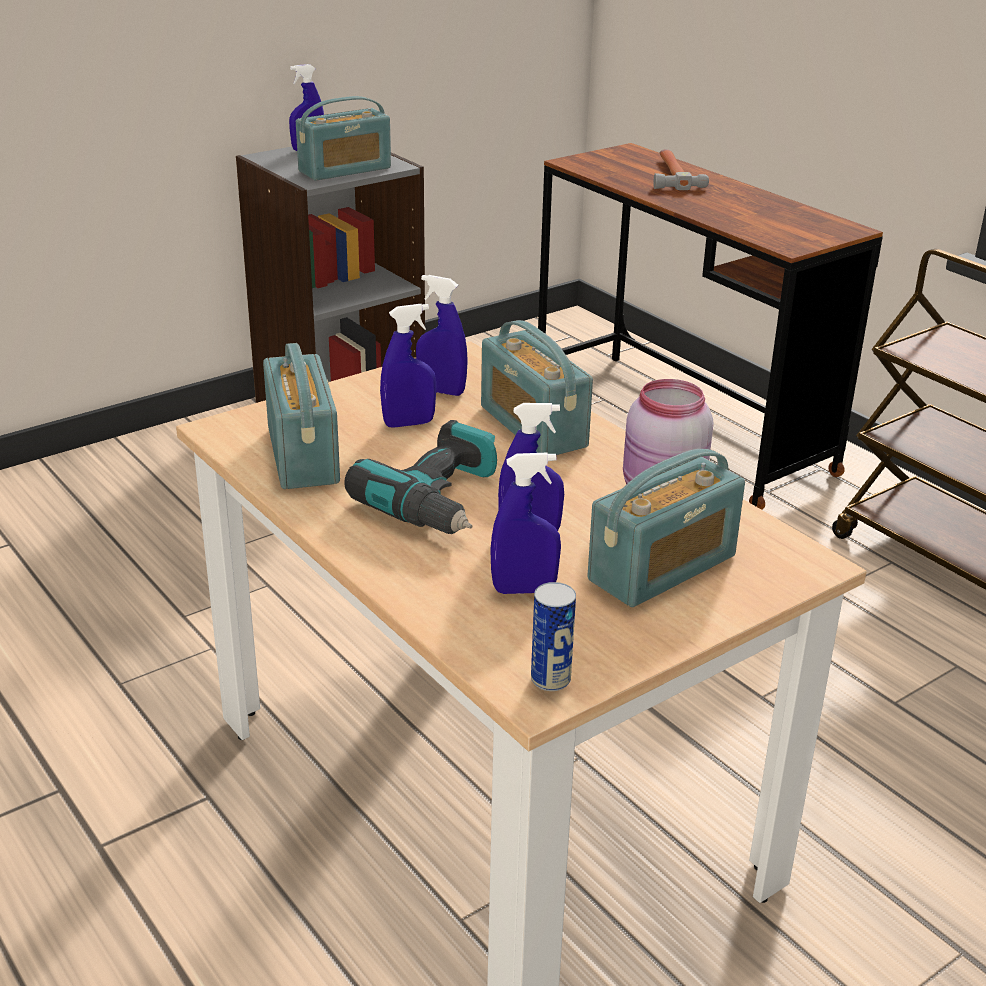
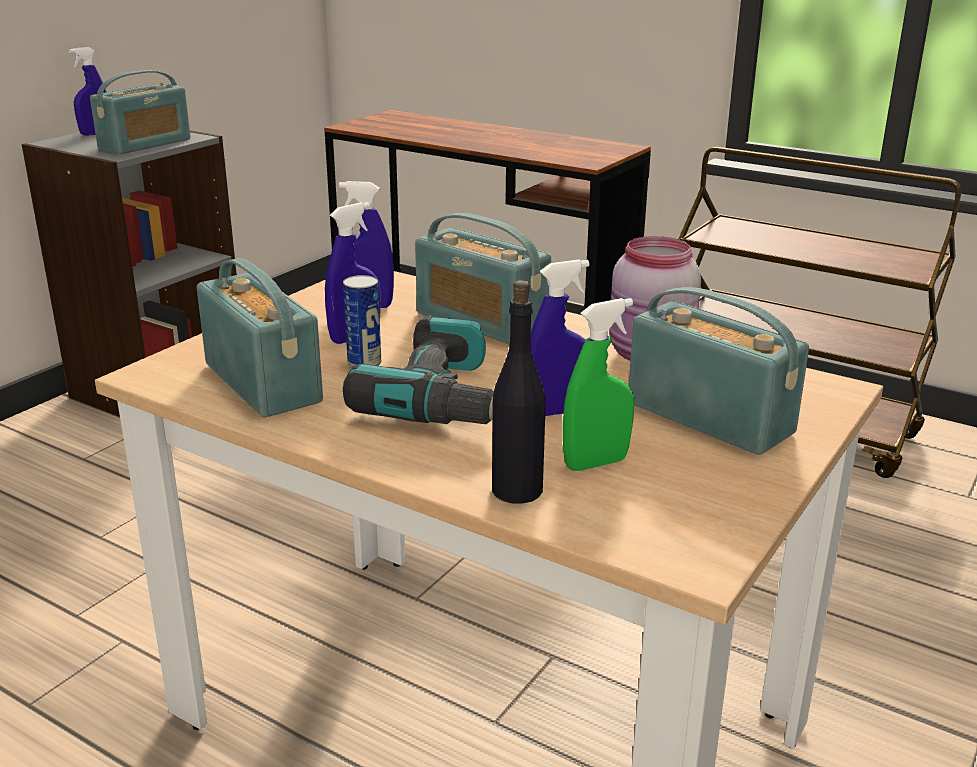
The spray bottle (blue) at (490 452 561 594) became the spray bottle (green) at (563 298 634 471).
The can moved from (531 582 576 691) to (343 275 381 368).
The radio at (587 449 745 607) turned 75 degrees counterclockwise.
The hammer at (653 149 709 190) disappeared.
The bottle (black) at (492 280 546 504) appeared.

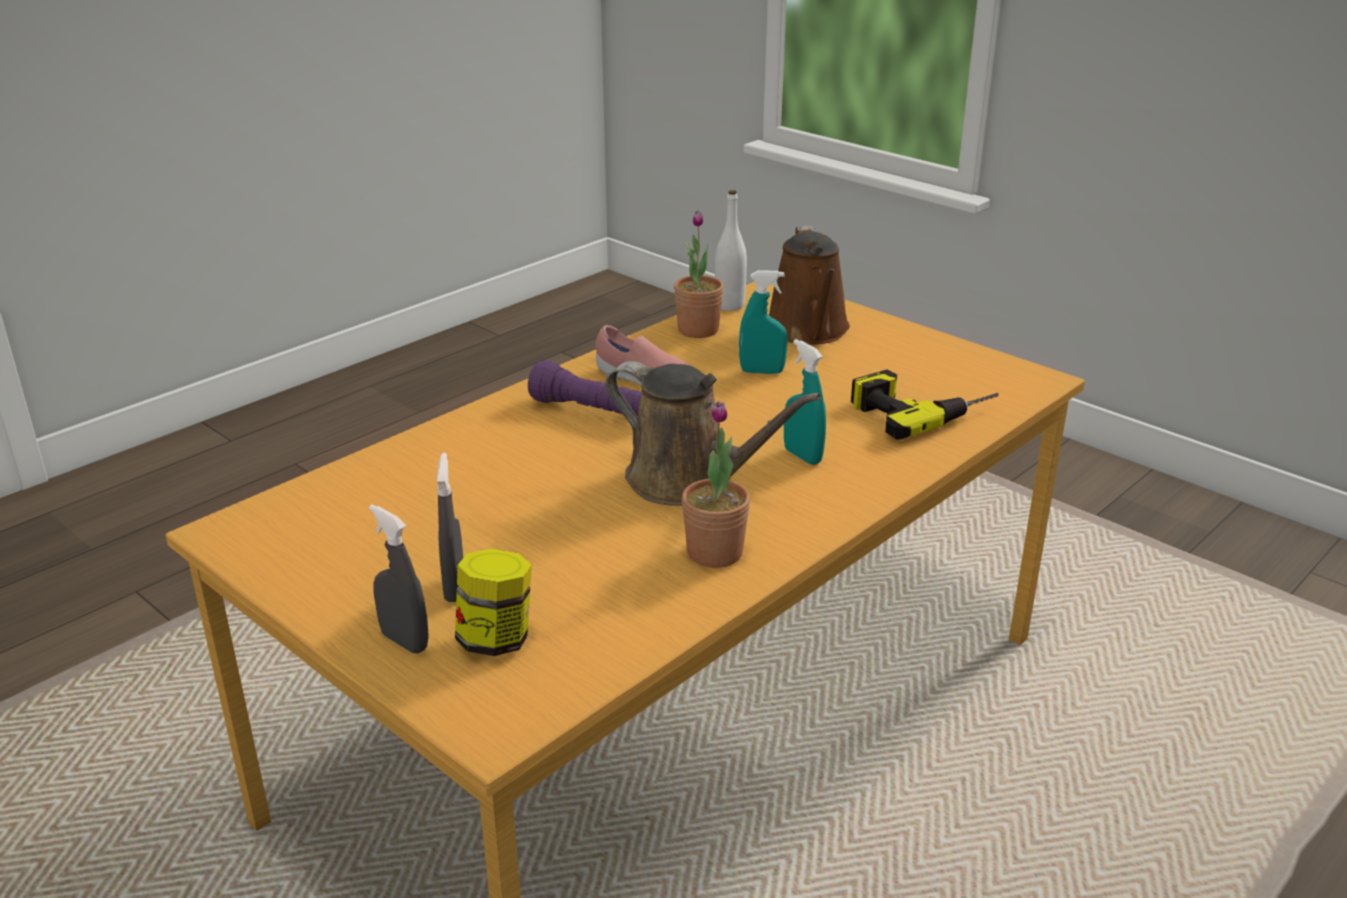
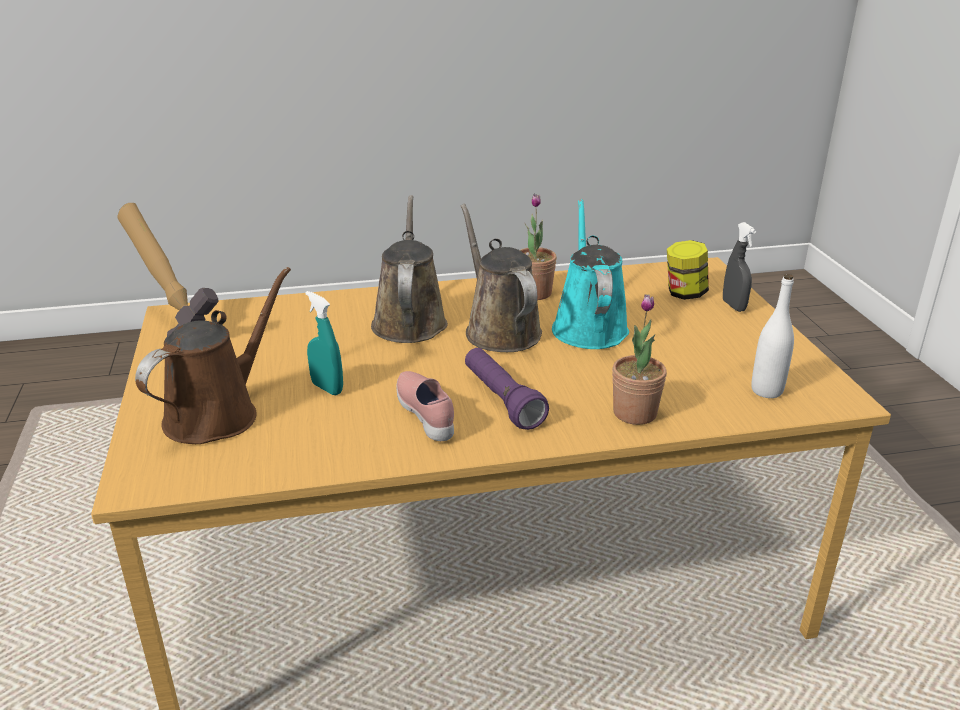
The spray bottle (grey) at (437 453 463 602) disappeared.
The potted plant moved from (674 210 724 338) to (612 294 667 425).
The bottle (white) moved from (715 190 747 311) to (751 274 794 398).
The spray bottle (turquoise) at (784 339 826 465) was replaced by the watering can (brown) at (371 195 448 343).
The power drill at (851 369 999 440) disappeared.
The hammer at (117 203 219 336) appeared.
The watering can (turquoise) at (552 199 629 349) appeared.

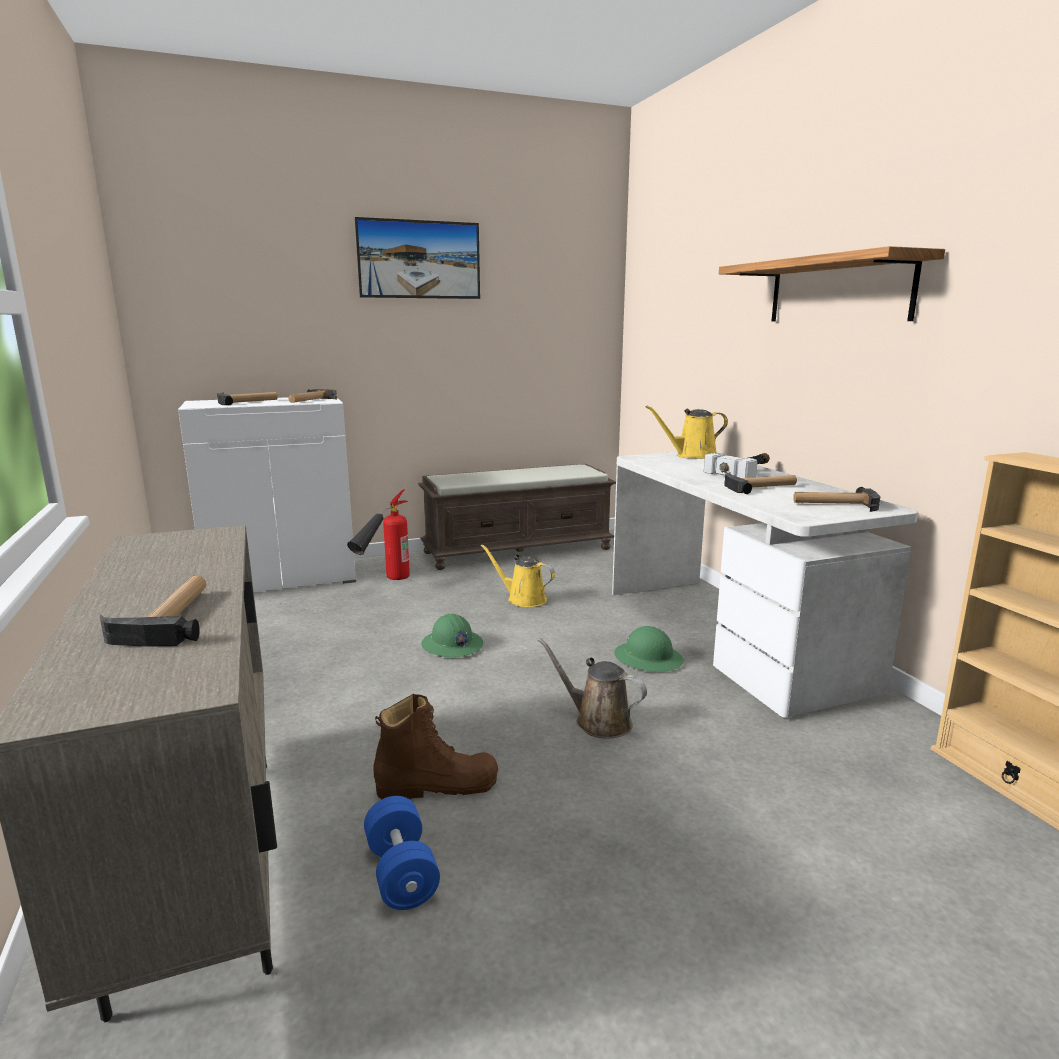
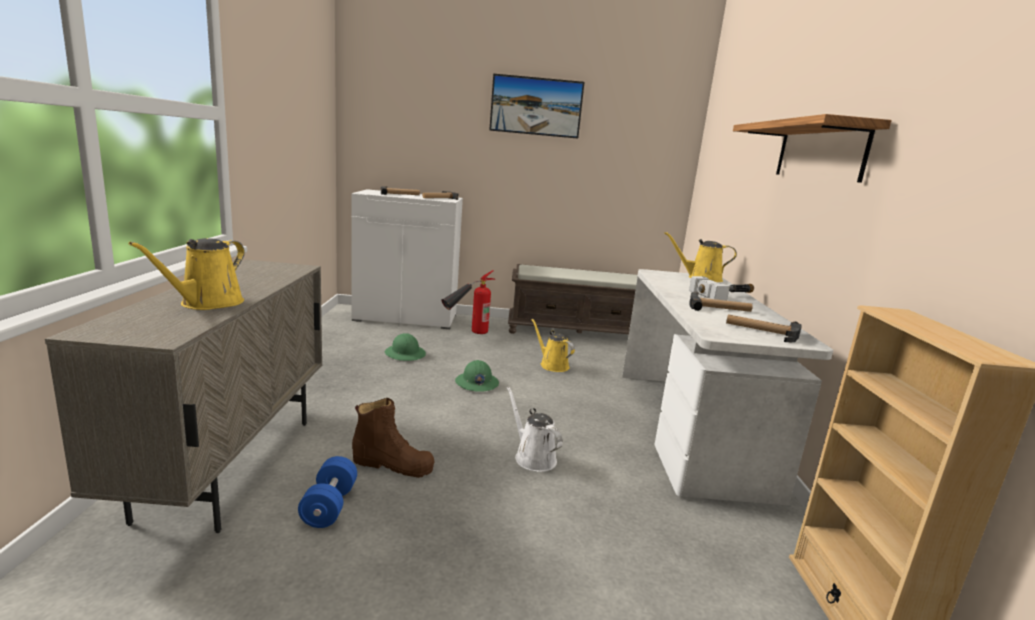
The hammer at (100 575 206 647) was replaced by the watering can (yellow) at (129 238 245 310).
The watering can (brown) at (538 638 647 738) became the watering can (white) at (507 386 563 472).
The hard hat (green) moved from (615 626 684 672) to (385 333 426 361).

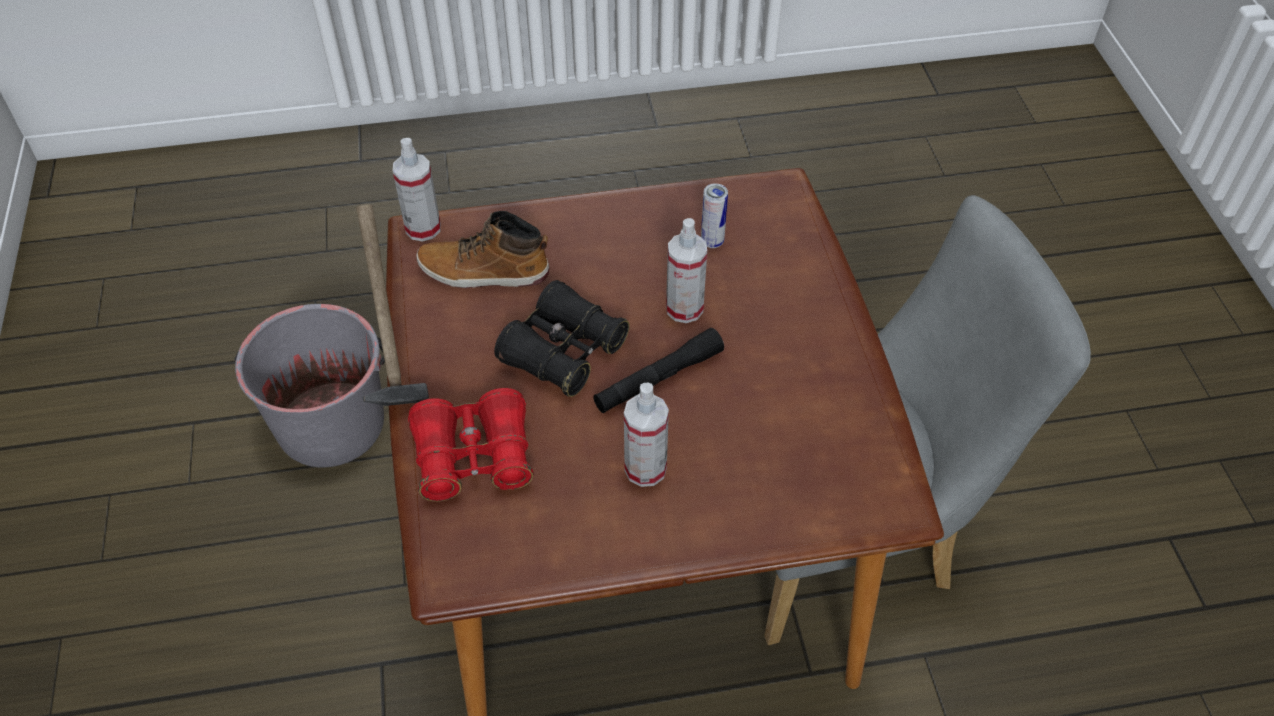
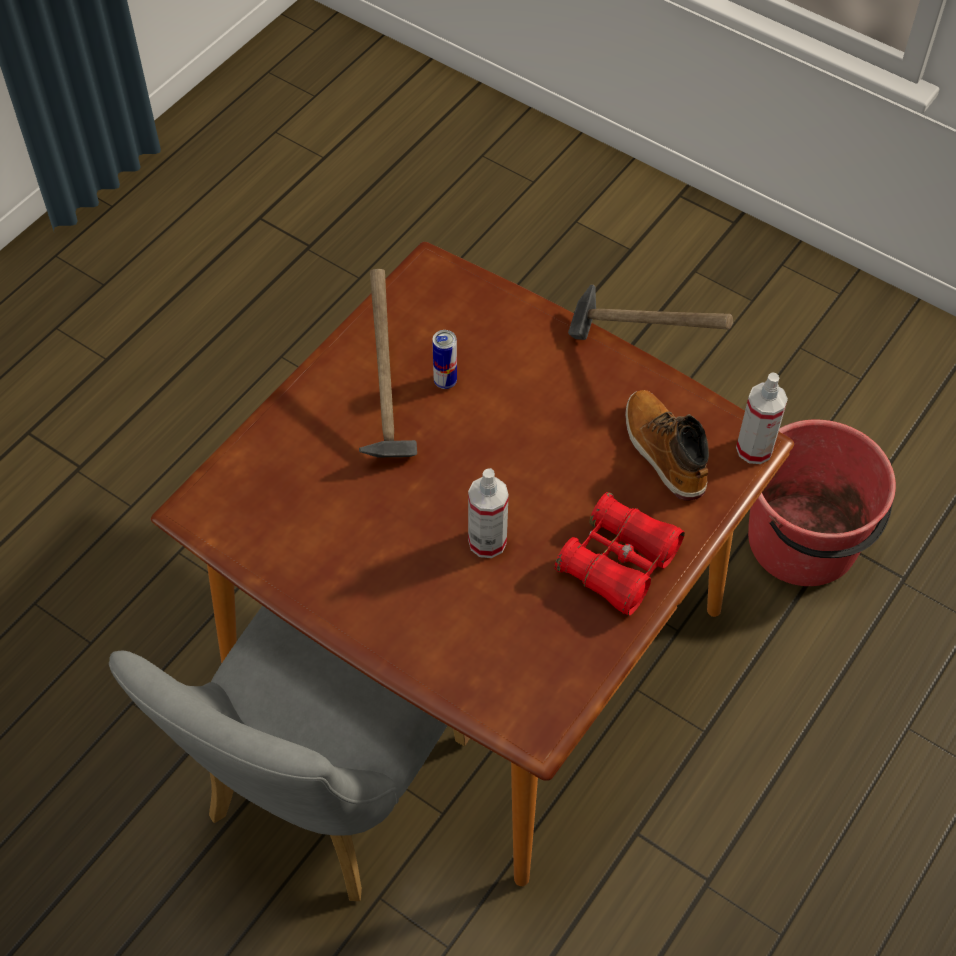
The bucket (grey) at (234 304 385 467) became the bucket (red) at (748 420 896 586).
The binoculars (red) moved from (408 388 534 502) to (555 492 685 616).
The boot at (416 211 549 288) turned 75 degrees counterclockwise.
The binoculars (black) at (494 280 630 397) disappeared.
The flashlight (black) at (593 328 724 413) disappeared.
The spray bottle at (624 383 669 487) was replaced by the hammer at (359 269 417 457).
The can moved from (701 183 728 248) to (432 330 457 389).

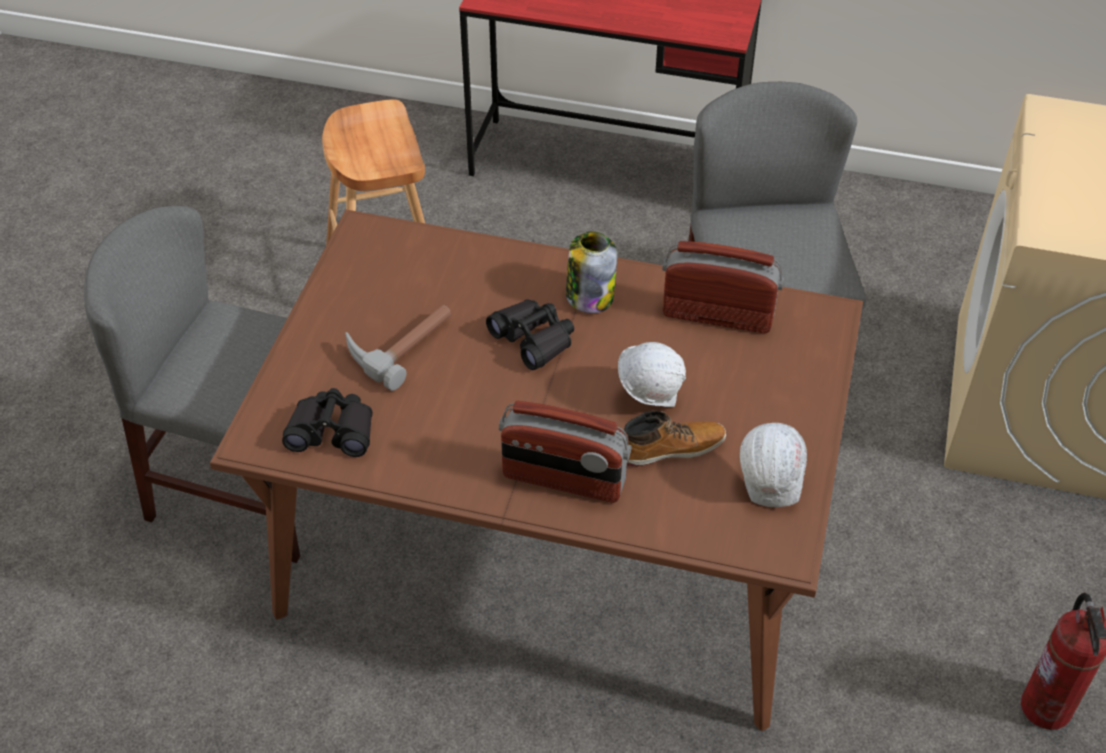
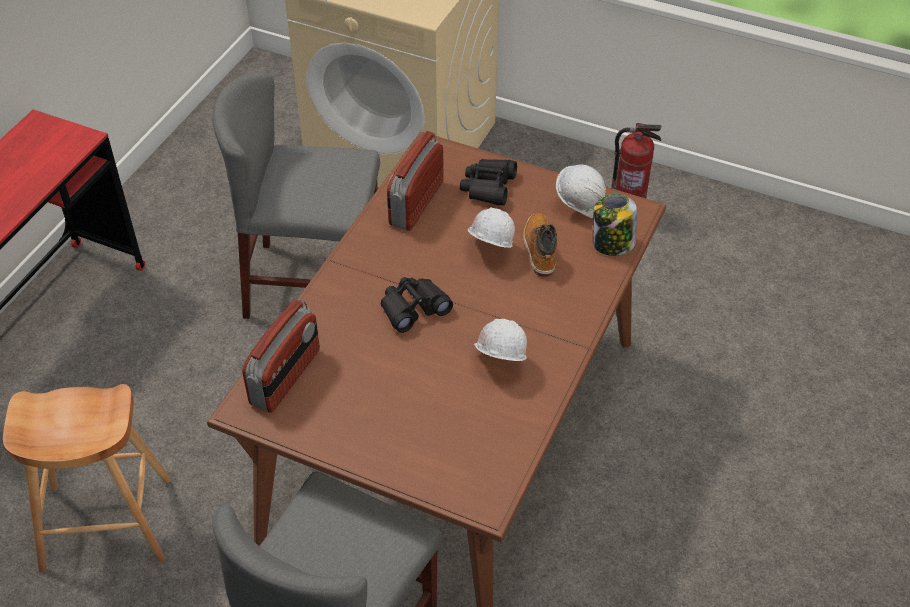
The binoculars (black) moved from (282 388 373 457) to (460 159 517 205).
The hammer at (345 305 451 391) disappeared.
The radio moved from (499 401 632 503) to (242 299 320 413).
The jar moved from (566 231 617 313) to (593 194 637 256).
The hard hat (white) at (473 319 527 361) appeared.

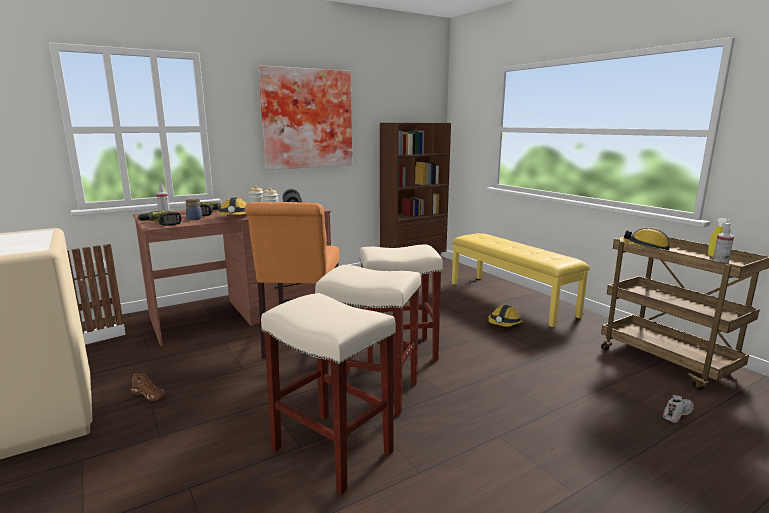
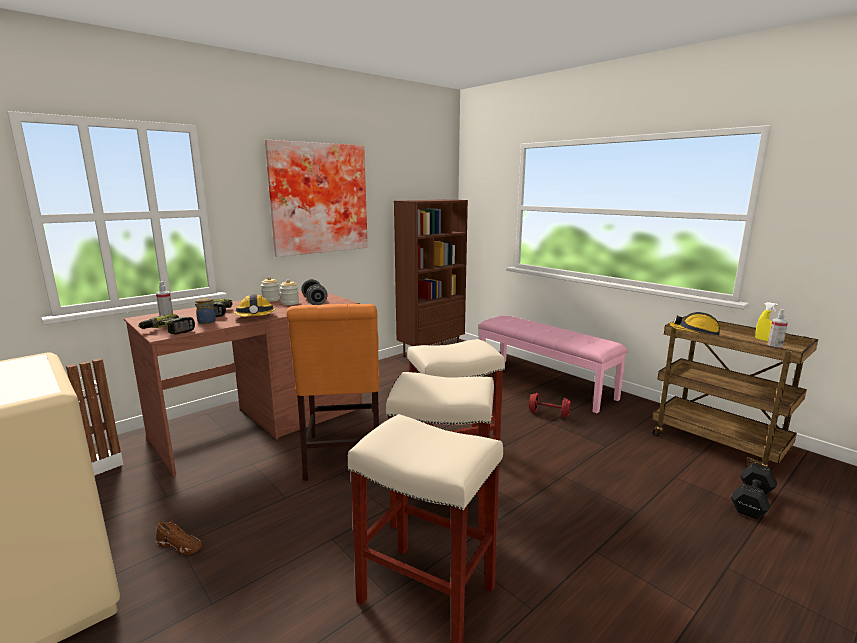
The bench (yellow) at (452 233 590 327) became the bench (pink) at (478 316 628 413).
The hard hat at (488 305 522 327) was replaced by the dumbbell (red) at (529 393 572 418).
The shoe (white) at (663 395 694 423) was replaced by the dumbbell (black) at (731 463 777 519).

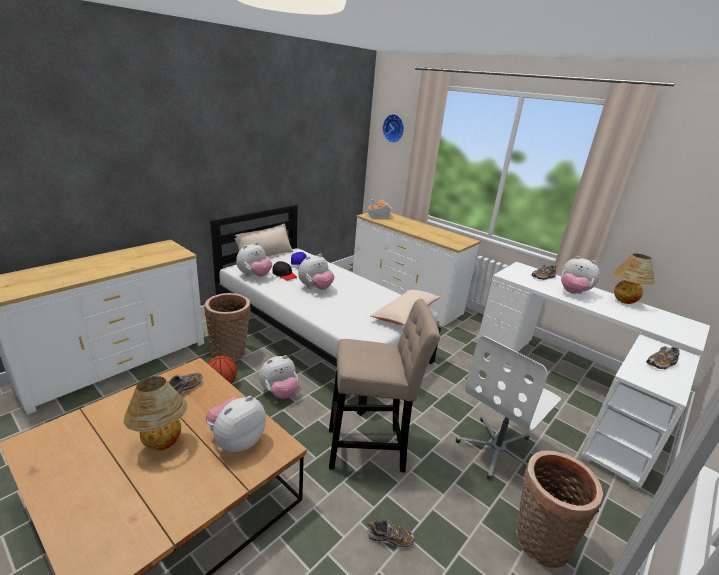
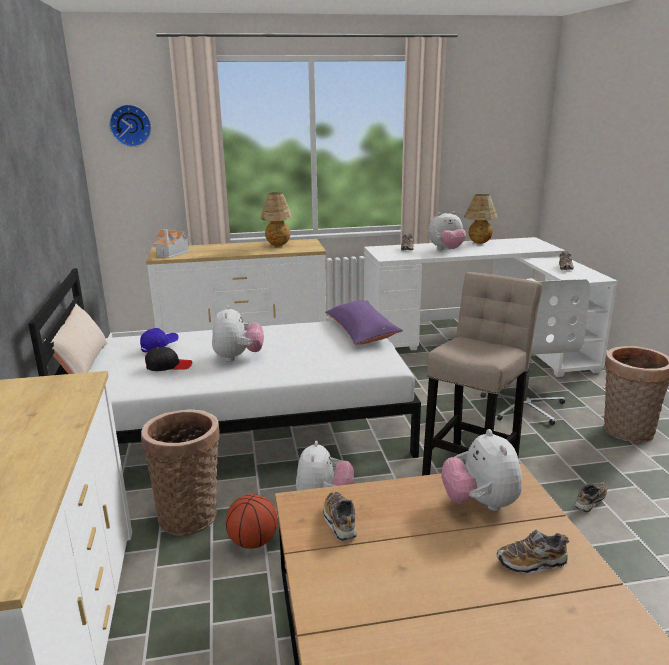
The table lamp moved from (123 376 187 451) to (260 192 293 246).
The plush toy at (236 242 272 277) disappeared.
The pillow (beige) at (370 290 441 325) became the pillow (purple) at (325 300 403 345).
The shoe at (497 530 569 574) appeared.

